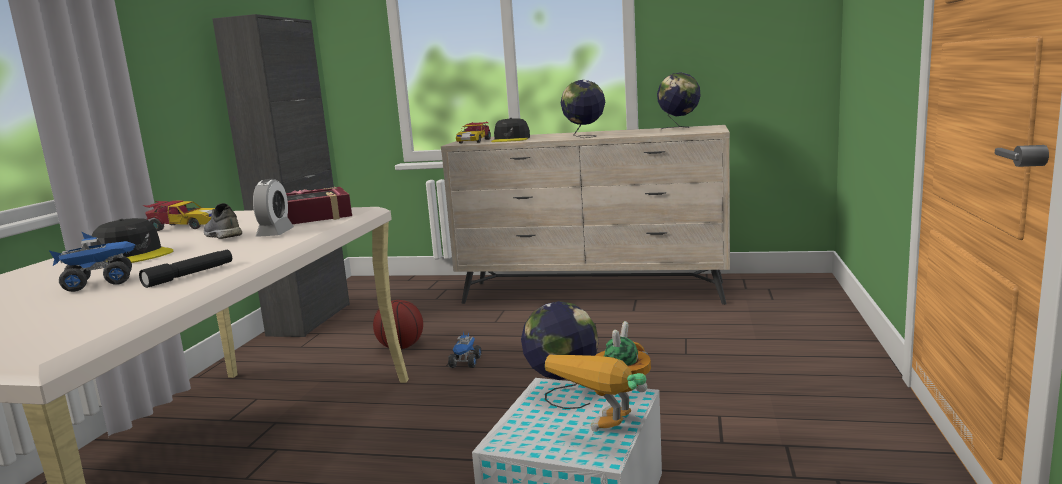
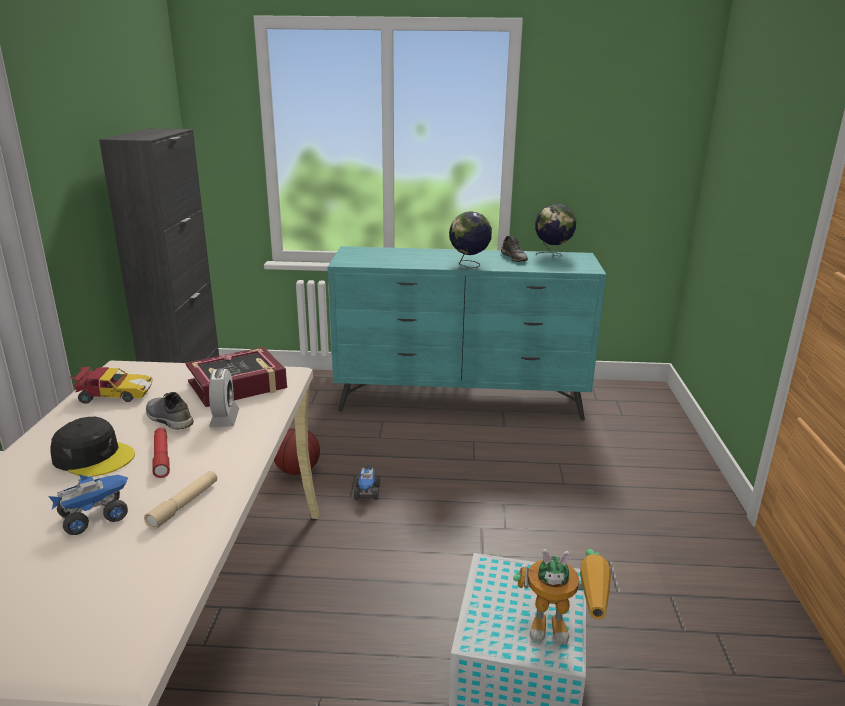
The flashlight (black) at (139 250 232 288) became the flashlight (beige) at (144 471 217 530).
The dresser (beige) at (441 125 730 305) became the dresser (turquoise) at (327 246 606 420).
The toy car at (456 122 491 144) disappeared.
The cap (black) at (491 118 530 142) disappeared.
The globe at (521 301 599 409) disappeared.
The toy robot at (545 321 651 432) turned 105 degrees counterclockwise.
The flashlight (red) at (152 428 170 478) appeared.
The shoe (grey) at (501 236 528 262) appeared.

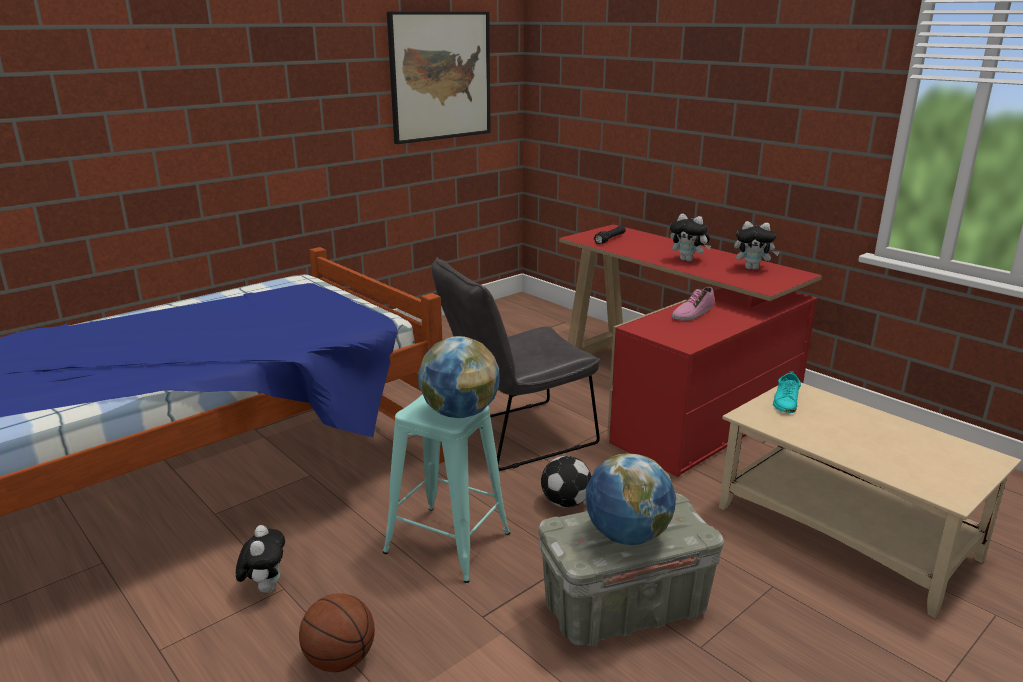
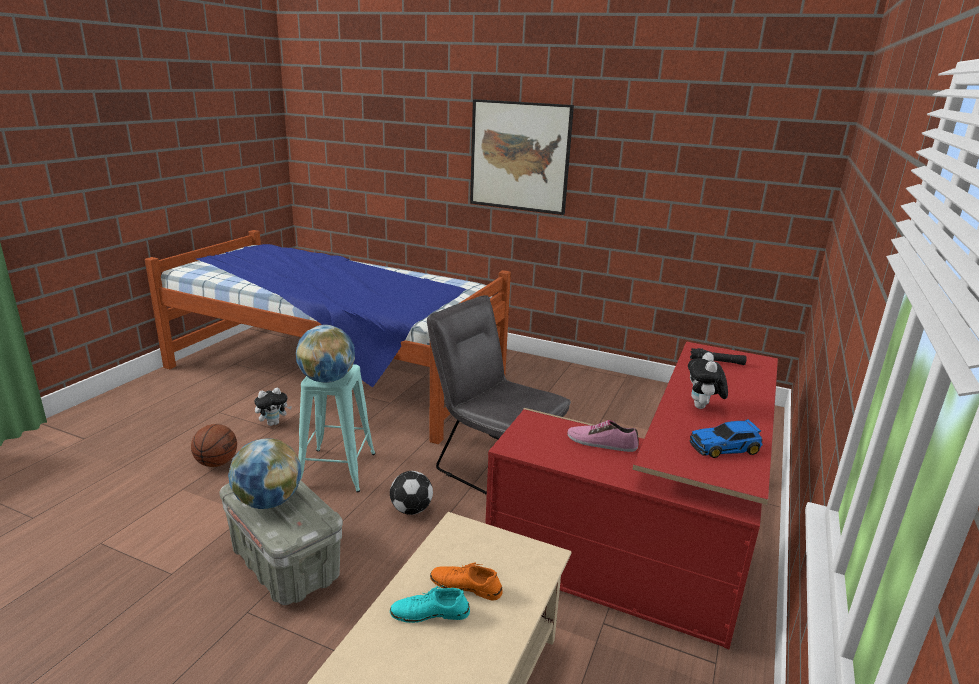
The picture moved from (387 12 491 144) to (470 99 574 215).
The plush toy at (734 221 780 270) was replaced by the toy car at (690 419 763 458).
The shoe (turquoise) moved from (773 371 801 413) to (390 585 470 623).
The shoe (orange) at (430 563 503 600) appeared.

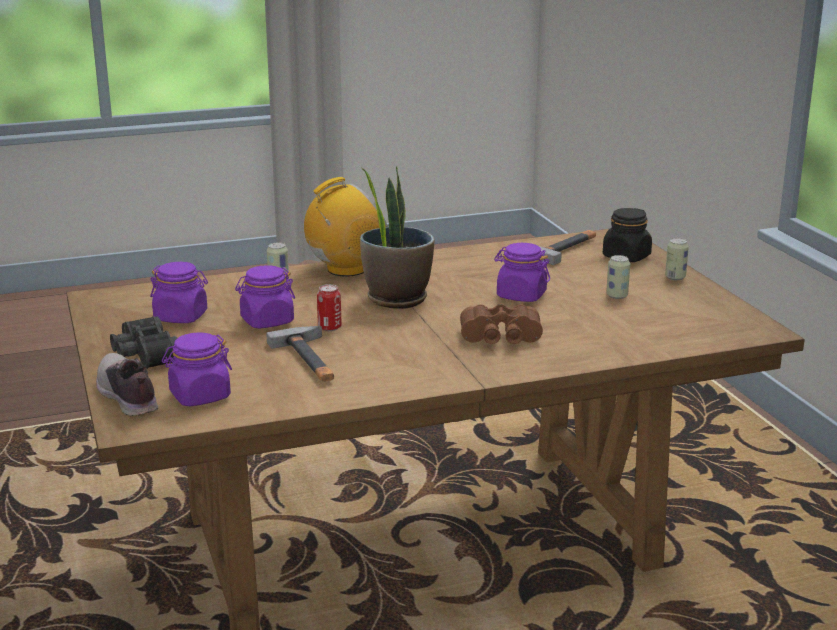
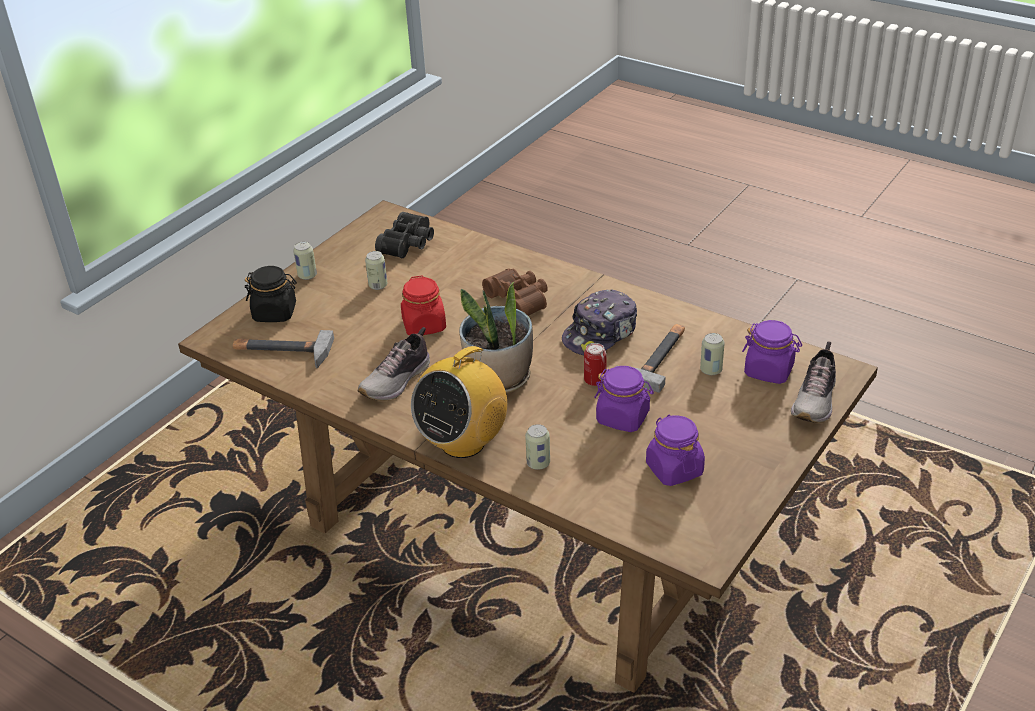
The binoculars (black) moved from (110 316 177 369) to (375 212 434 258).
The radio at (304 177 388 277) turned 75 degrees counterclockwise.
The jar (purple) at (494 243 550 302) became the jar (red) at (401 275 446 335).
The shoe at (358 327 430 401) appeared.
The cap at (562 290 637 355) appeared.
The can at (700 333 725 375) appeared.

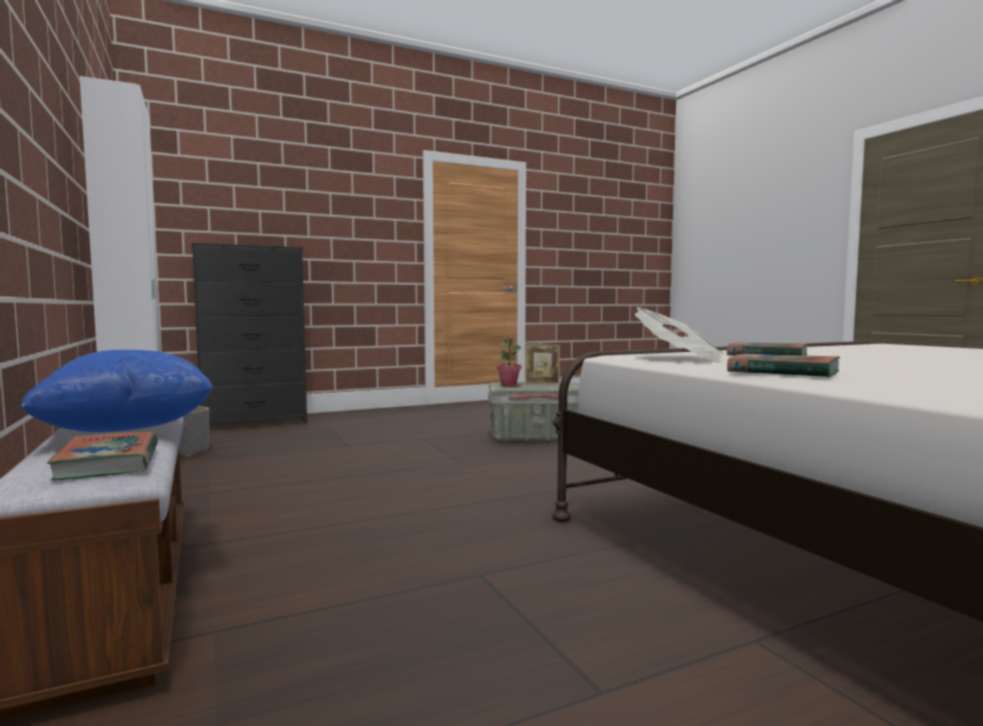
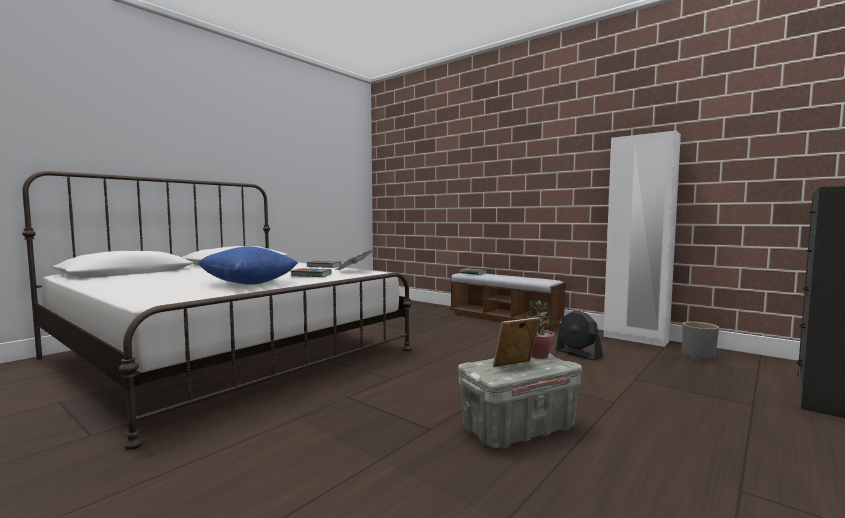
The pillow (blue) moved from (20 350 213 432) to (197 247 298 285).
The fan (black) at (556 311 603 361) appeared.

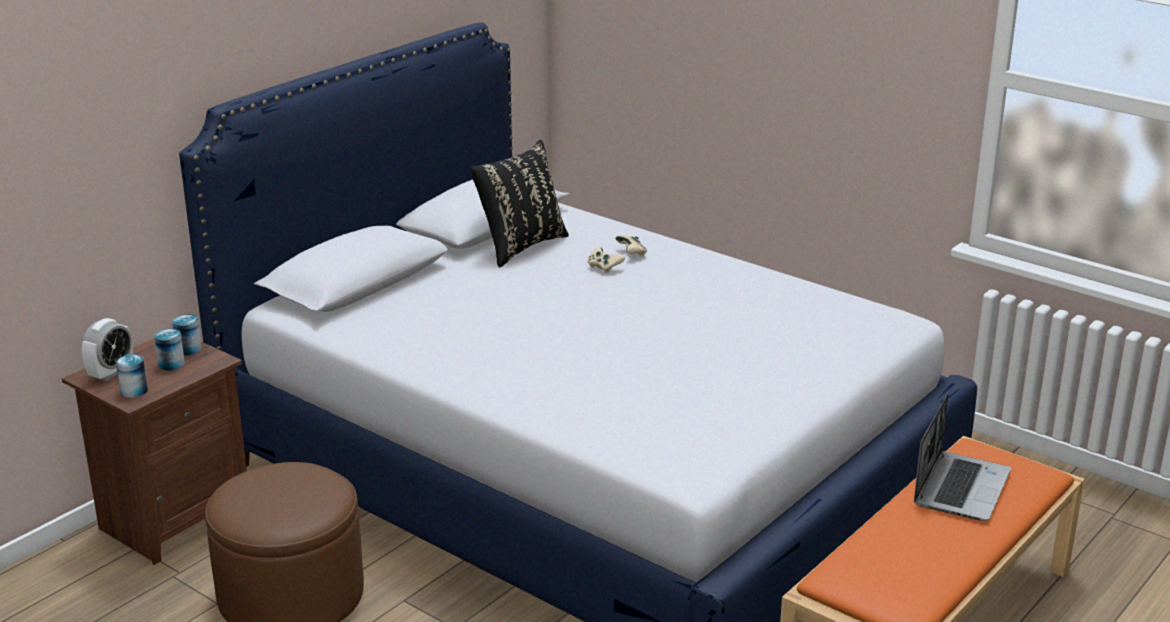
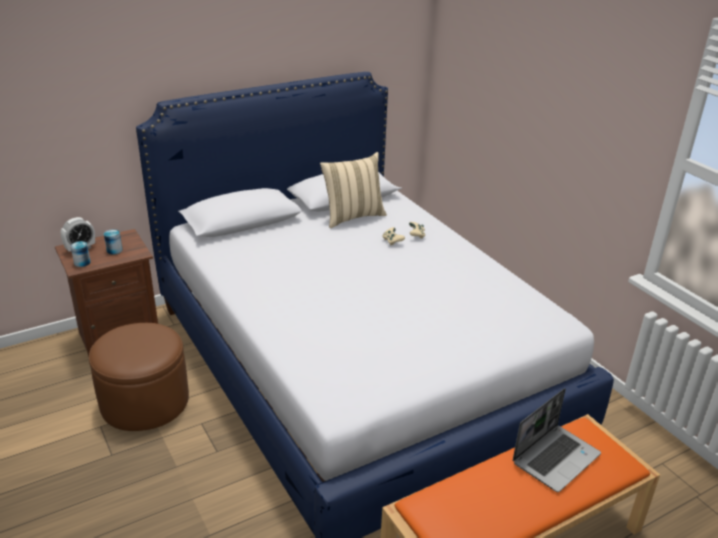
The can at (172 314 202 356) disappeared.
The pillow (black) at (470 140 569 267) became the pillow (beige) at (320 152 387 228).

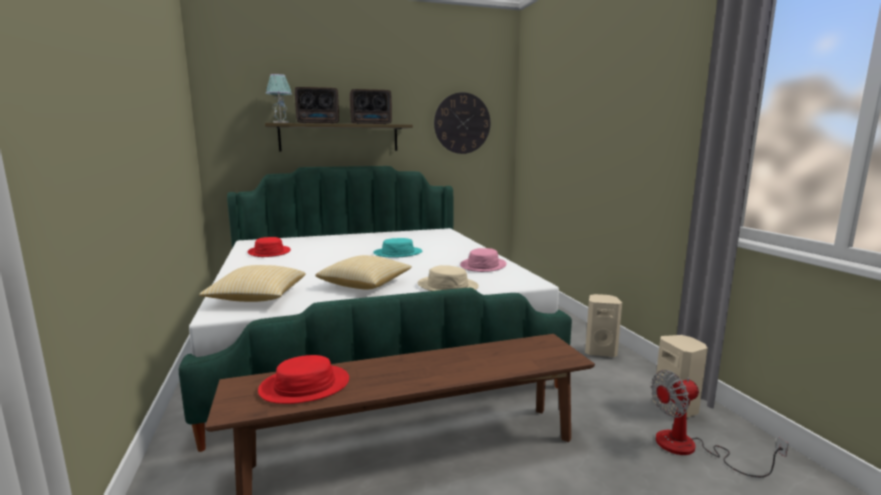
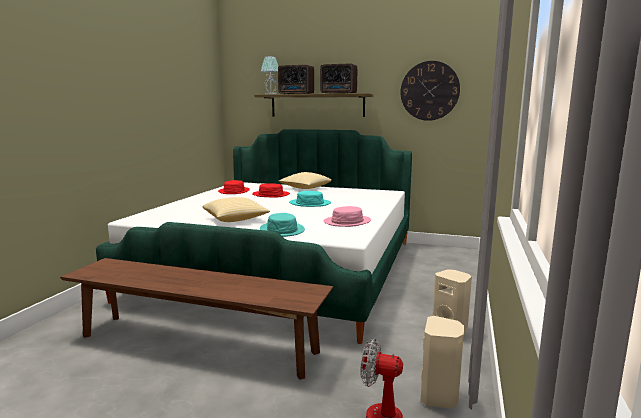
The pillow moved from (199 265 306 302) to (279 172 332 189).
The hat (red) moved from (258 355 349 404) to (252 183 290 197).
The hat (beige) at (418 265 479 291) became the hat (turquoise) at (260 213 305 237).

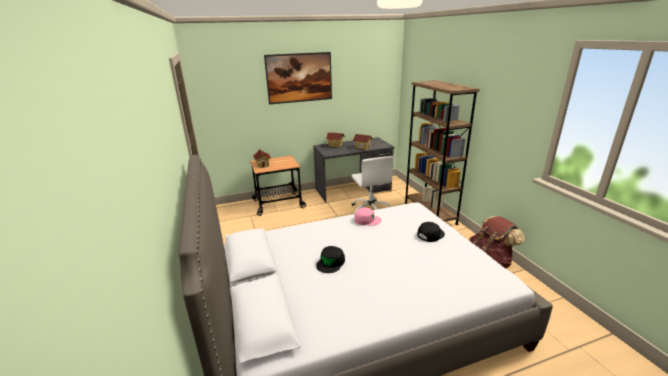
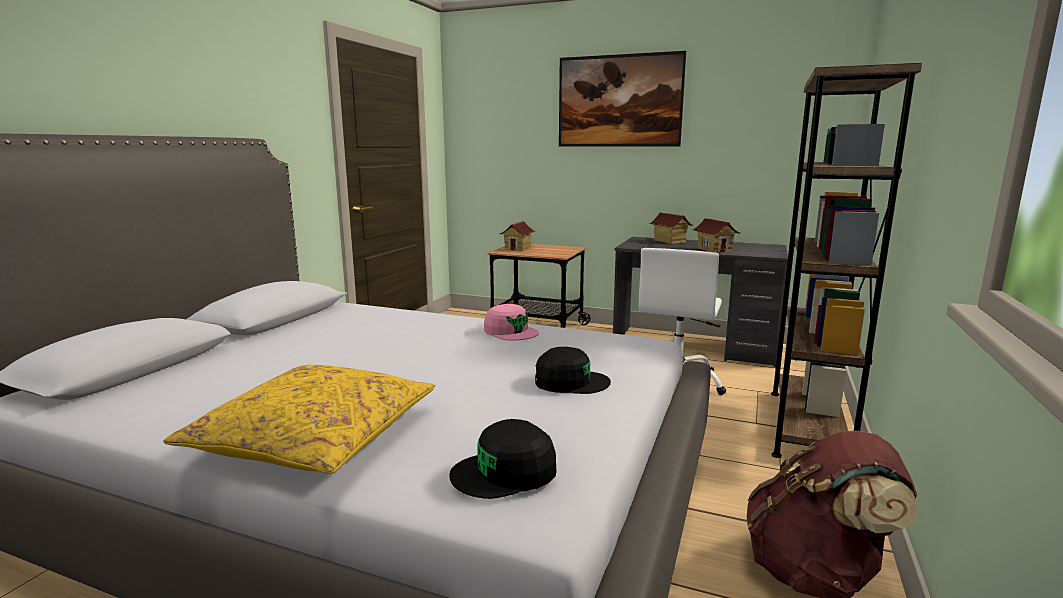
The cap (black) moved from (316 246 345 273) to (449 419 556 499).
The pillow (yellow) at (163 364 435 474) appeared.

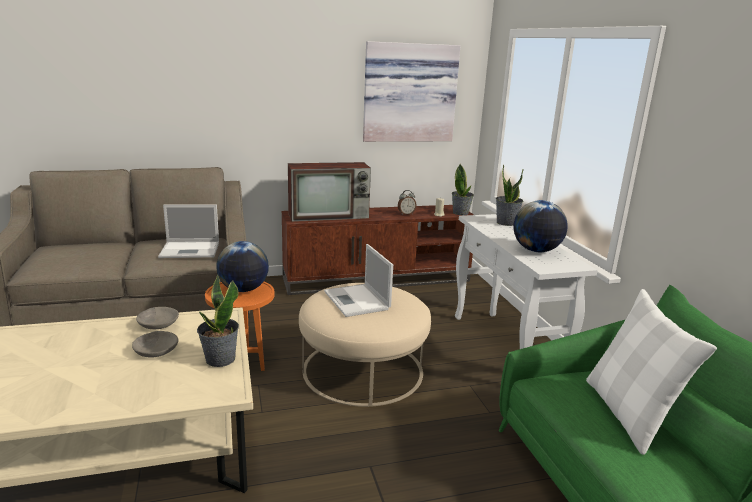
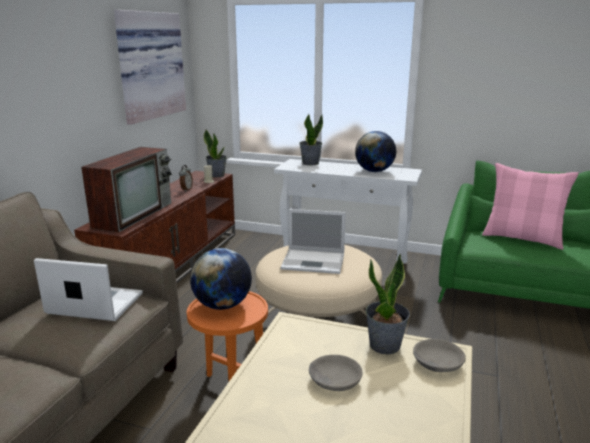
The bowl (grey) moved from (136 307 179 329) to (413 339 466 372).
The laptop at (158 204 219 258) turned 105 degrees counterclockwise.
The pillow (white) at (586 289 717 455) became the pillow (pink) at (482 163 579 250).

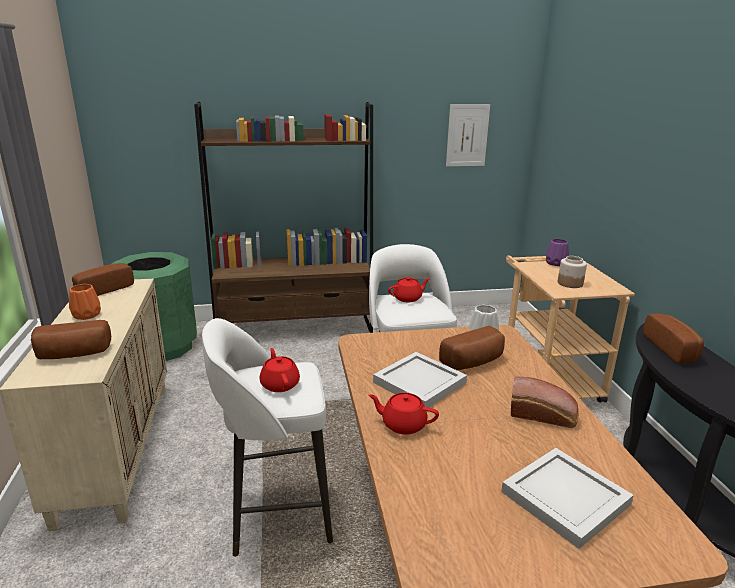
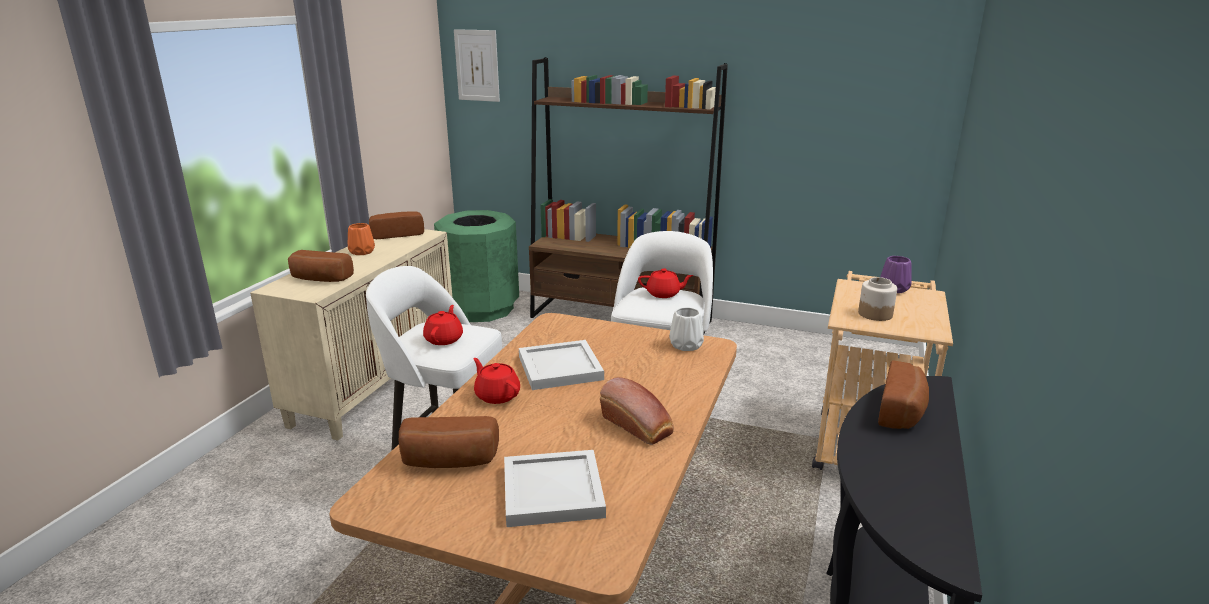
The bread moved from (439 326 505 370) to (398 416 499 468).
The picture moved from (446 104 490 166) to (454 29 500 102).

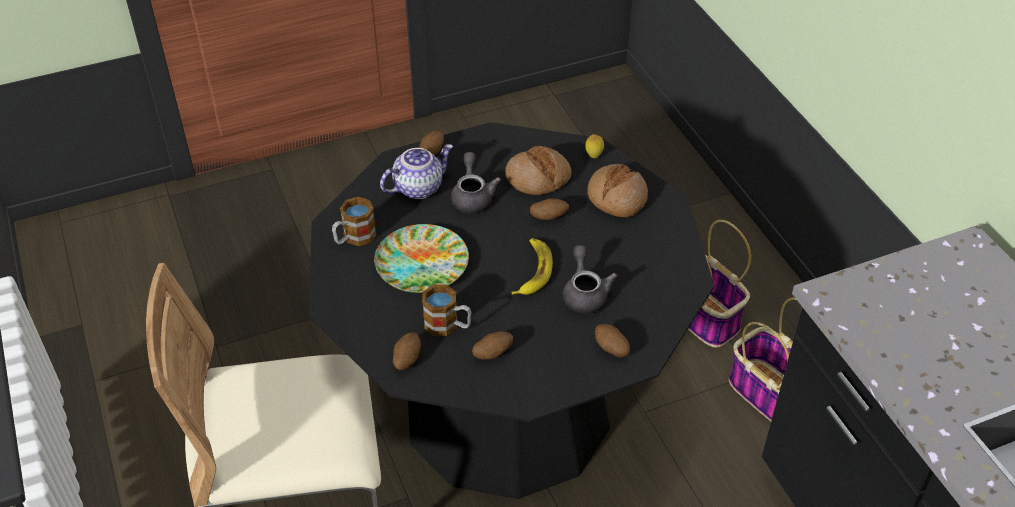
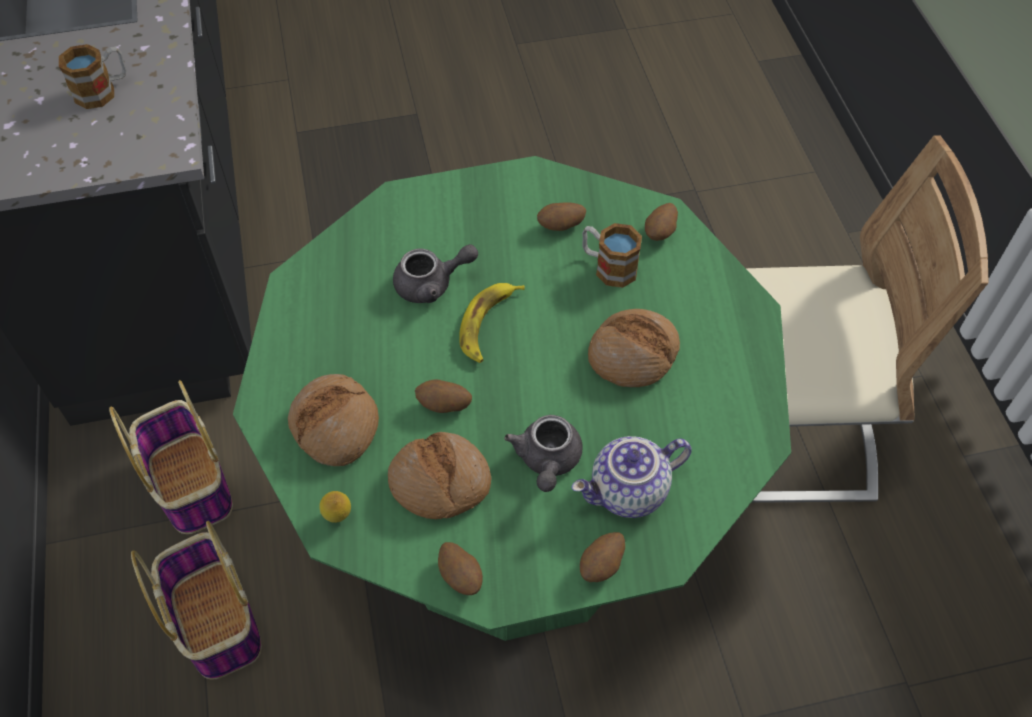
The dining table (black) at (309 122 714 499) became the dining table (green) at (233 156 791 641).
The mug moved from (332 197 377 246) to (59 44 126 109).
The plate at (374 224 469 293) was replaced by the bread at (588 309 680 387).
The teapot (grey) at (563 245 618 314) turned 105 degrees counterclockwise.
The potato moved from (595 324 630 358) to (438 542 483 595).

